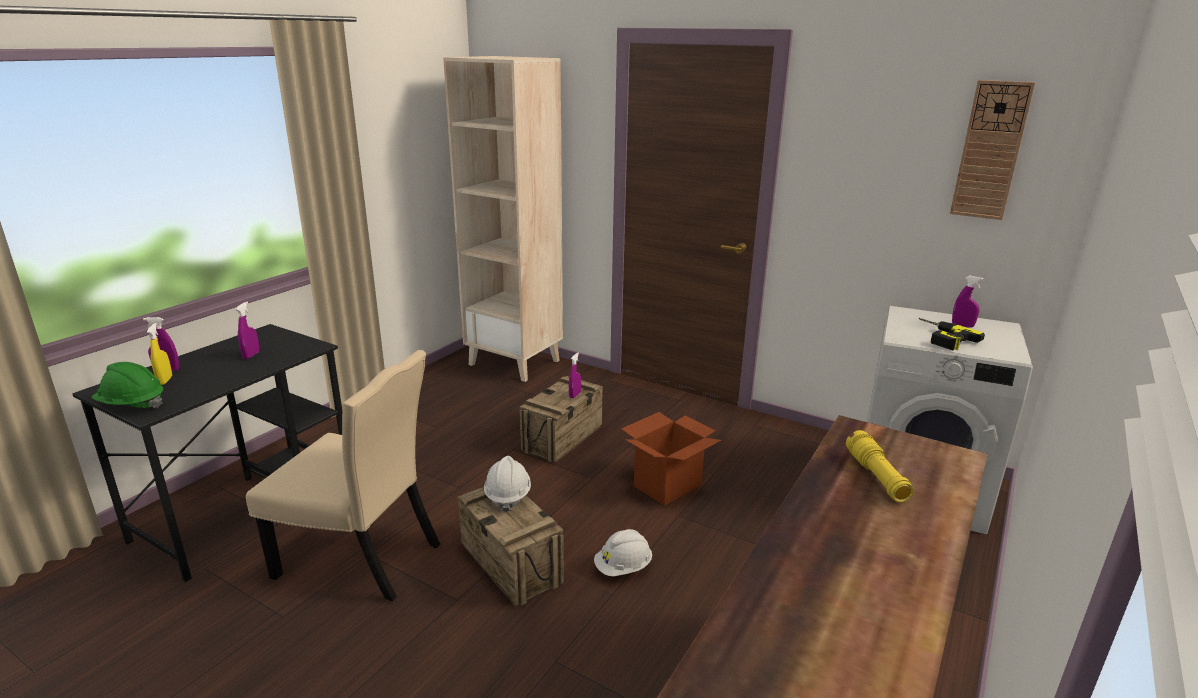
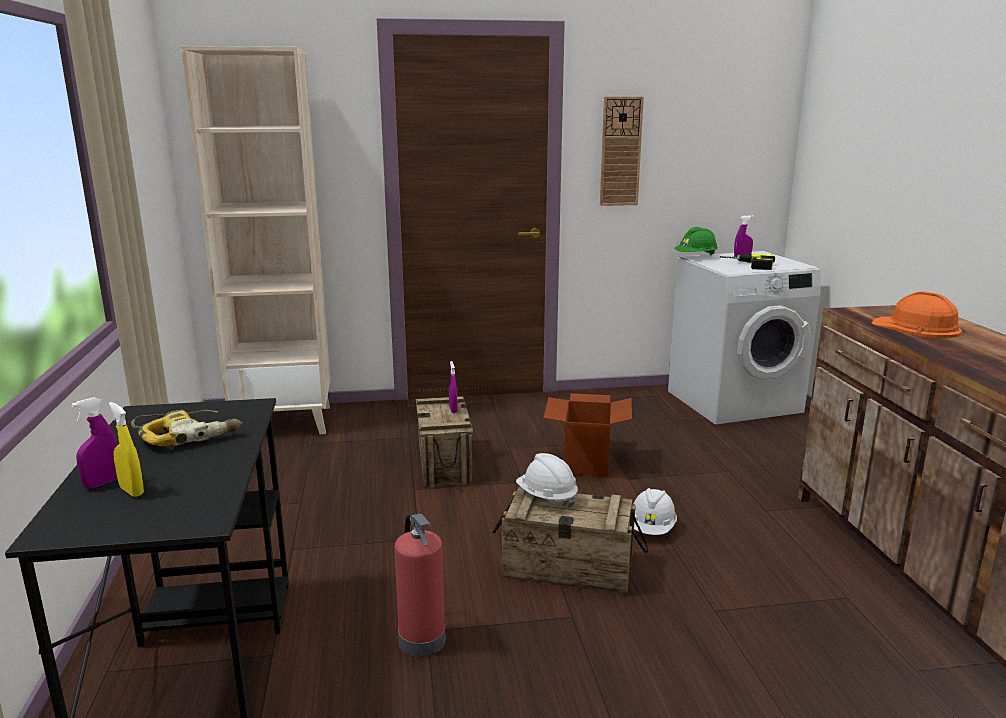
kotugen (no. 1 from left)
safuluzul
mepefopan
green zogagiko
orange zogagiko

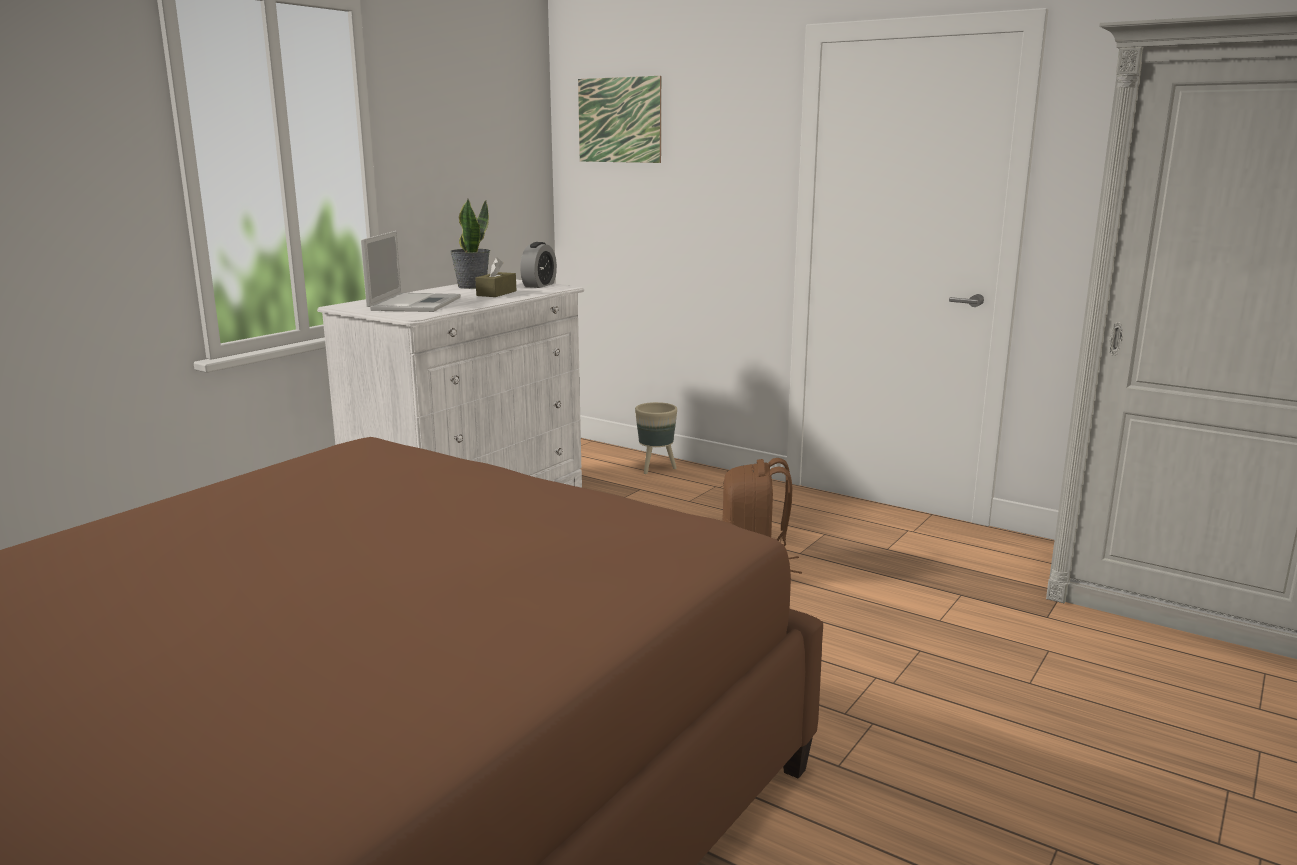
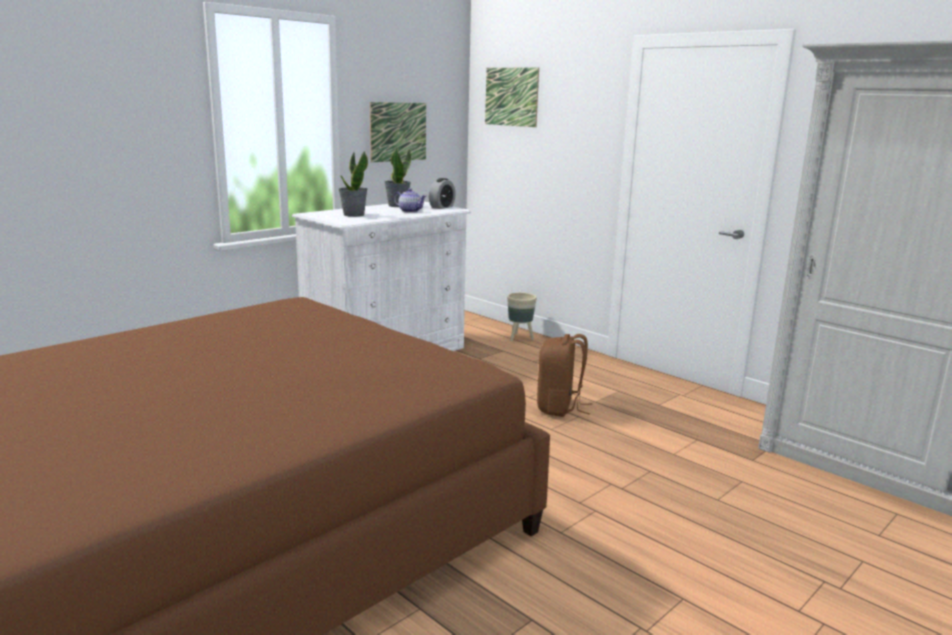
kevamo (no. 1 from left)
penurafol (no. 1 from left)
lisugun

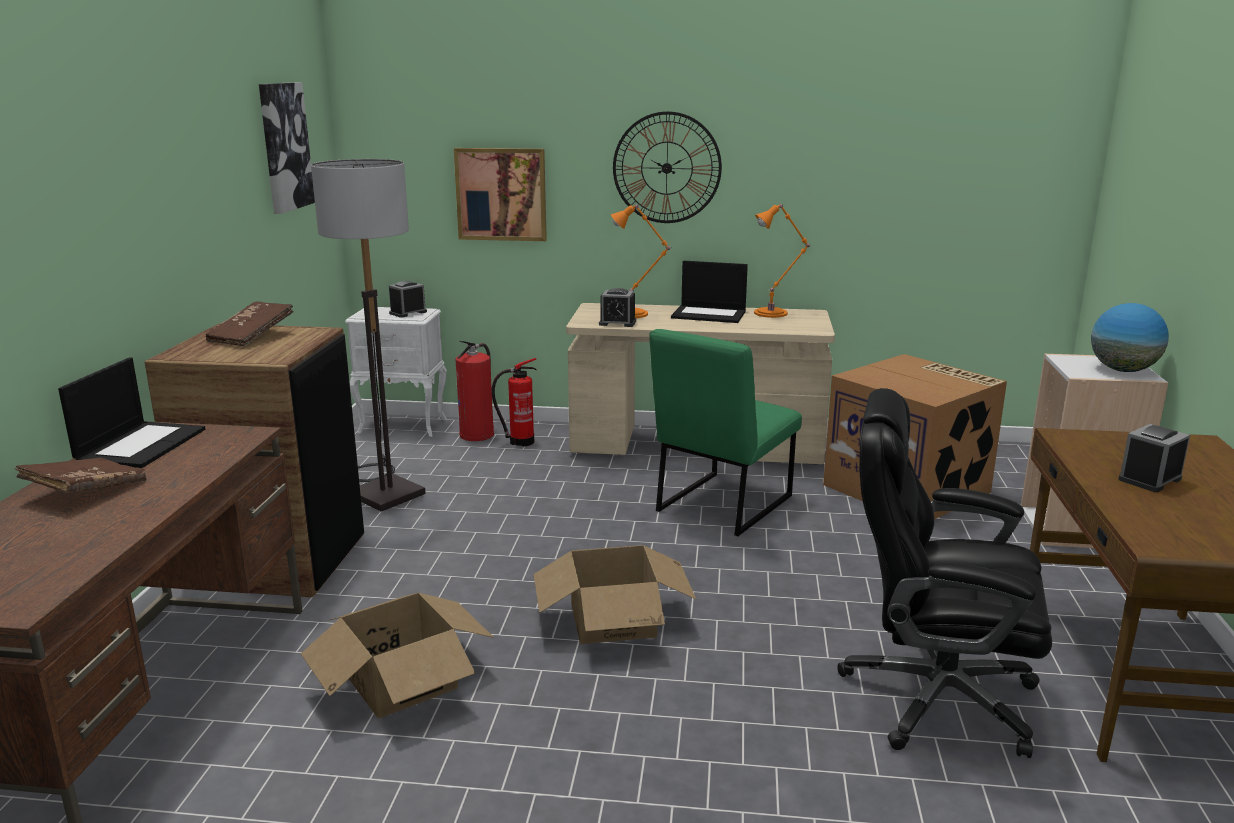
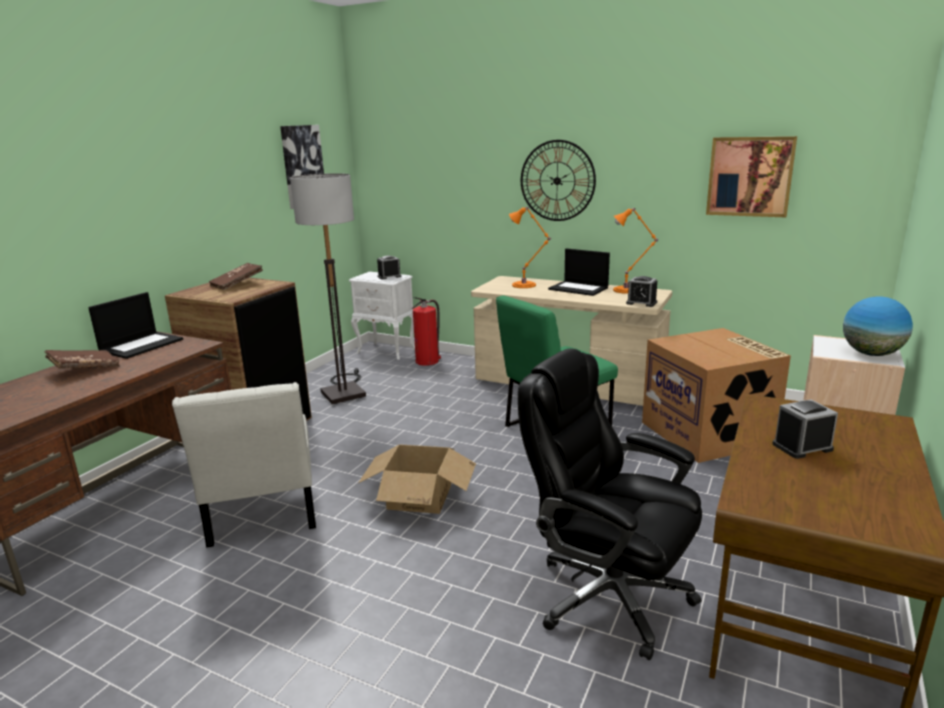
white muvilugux
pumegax (no. 2 from left)
penurafol (no. 2 from left)
safuluzul (no. 2 from left in the first image)

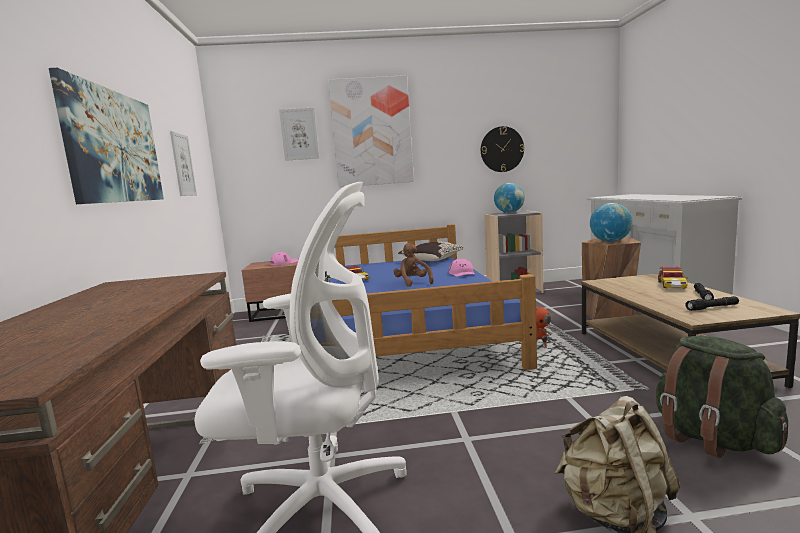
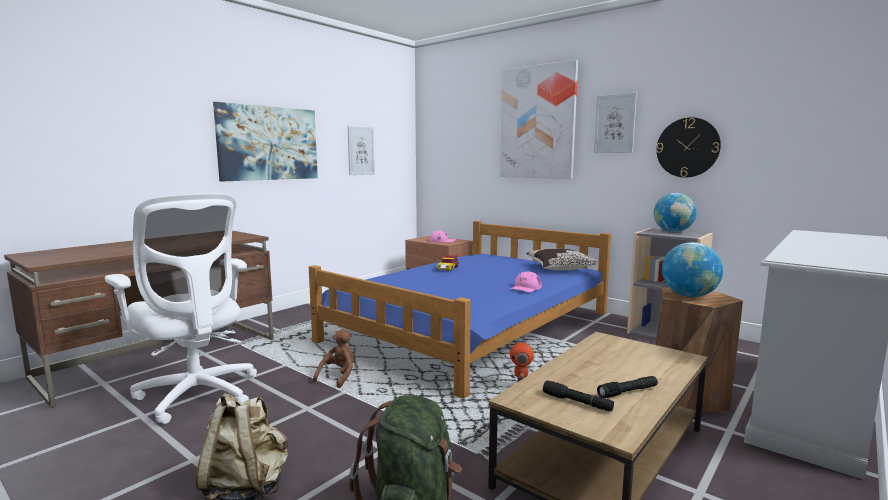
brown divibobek
penurafol (no. 4 from left)
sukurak (no. 2 from left in the first image)

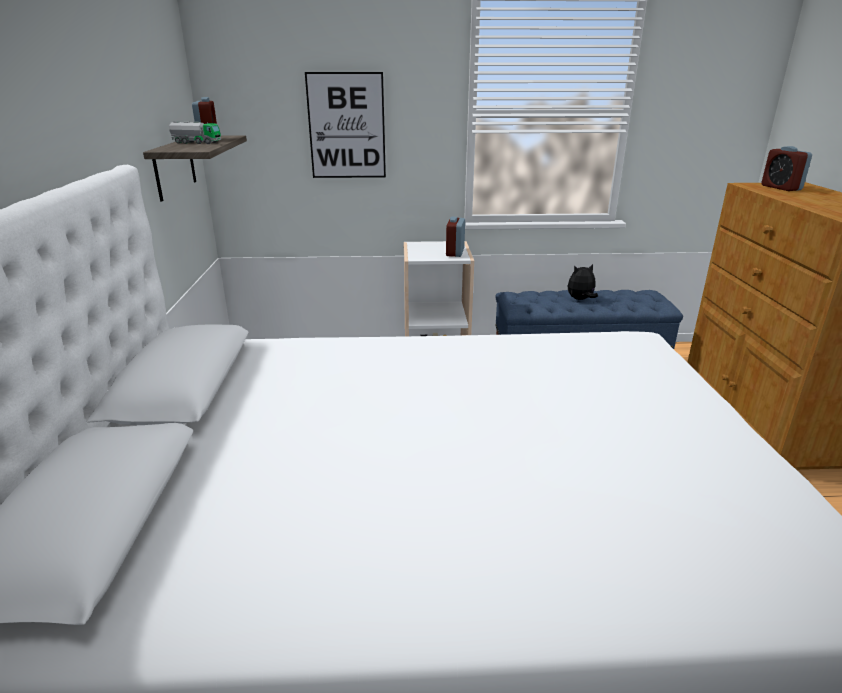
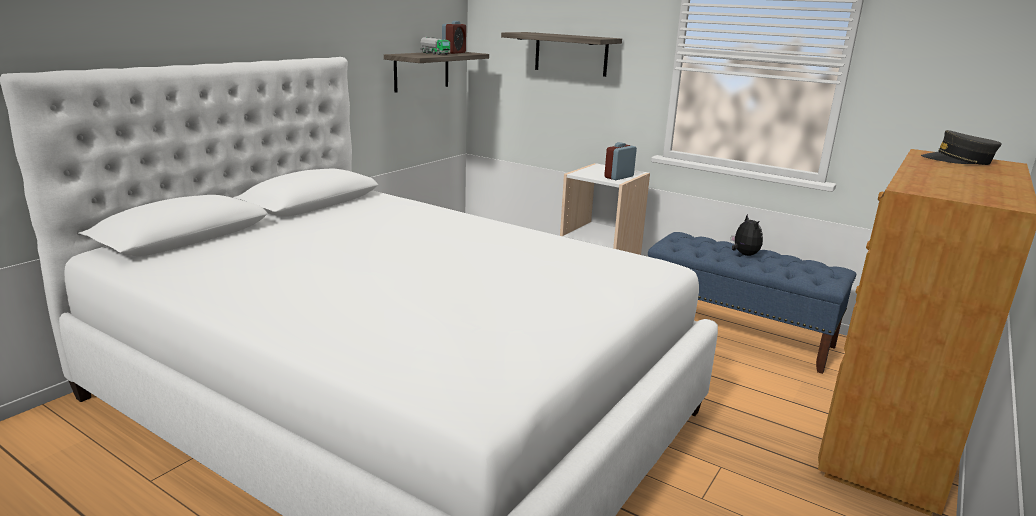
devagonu (no. 2 from left)
divibobek
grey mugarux

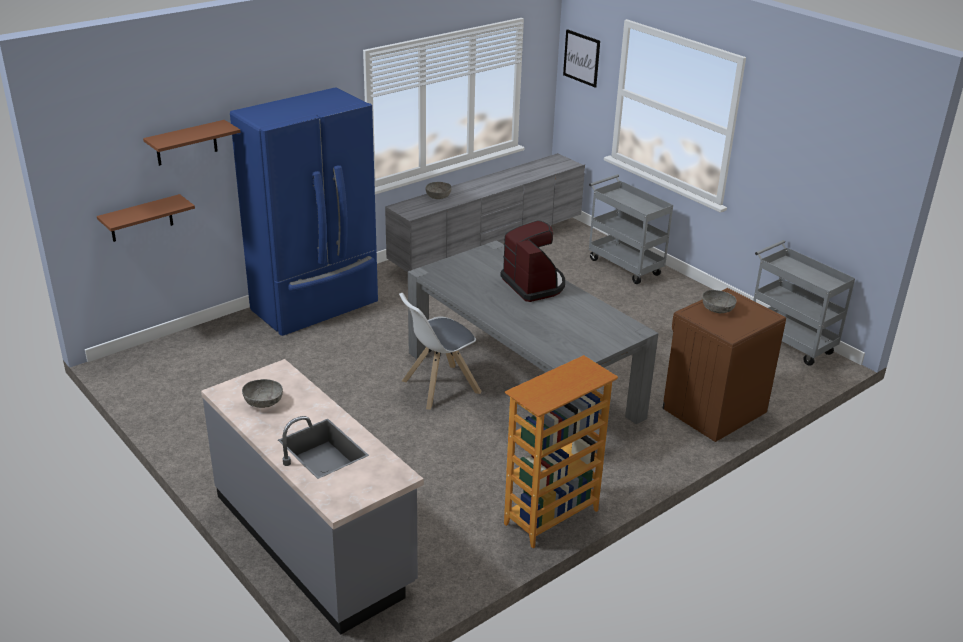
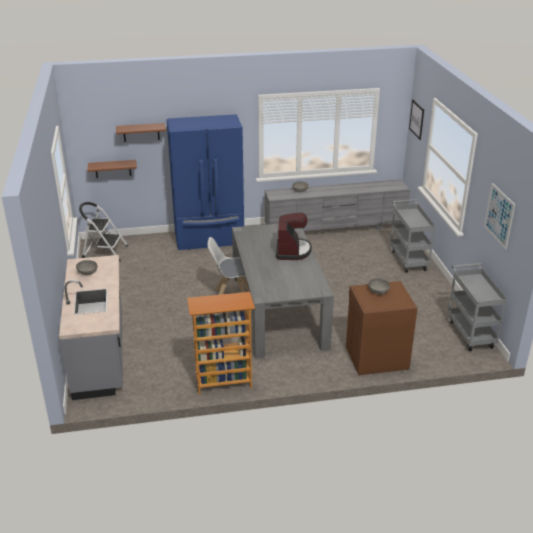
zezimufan
penurafol (no. 2 from left)

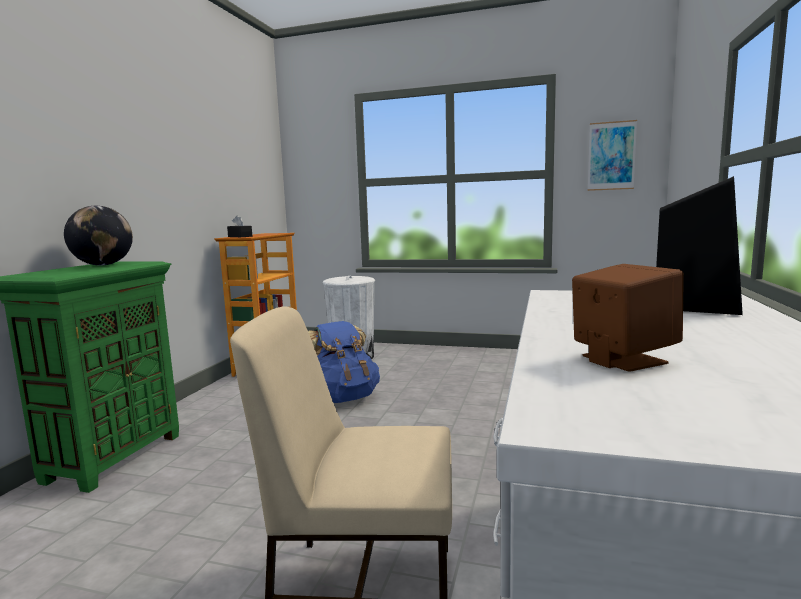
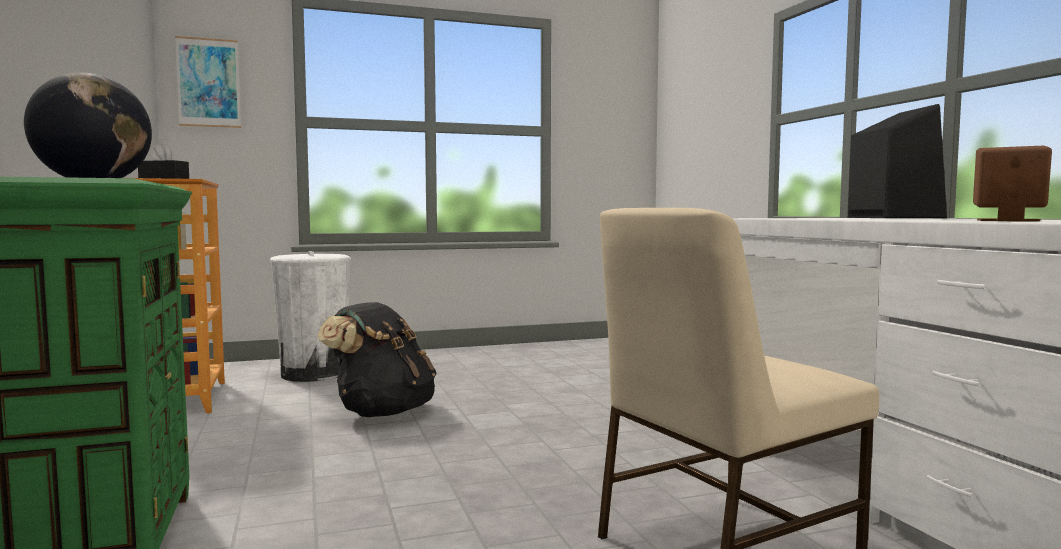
penurafol
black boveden

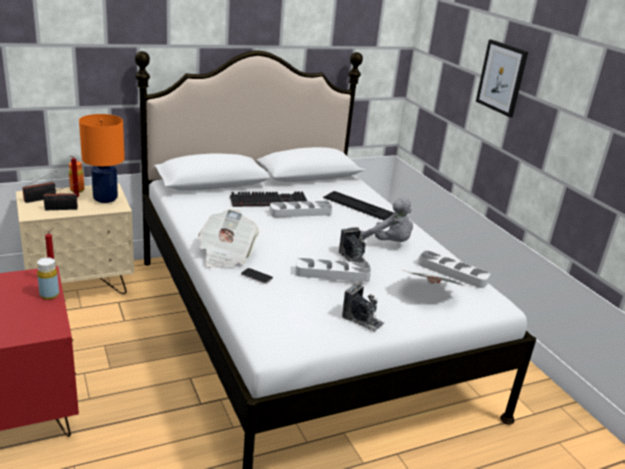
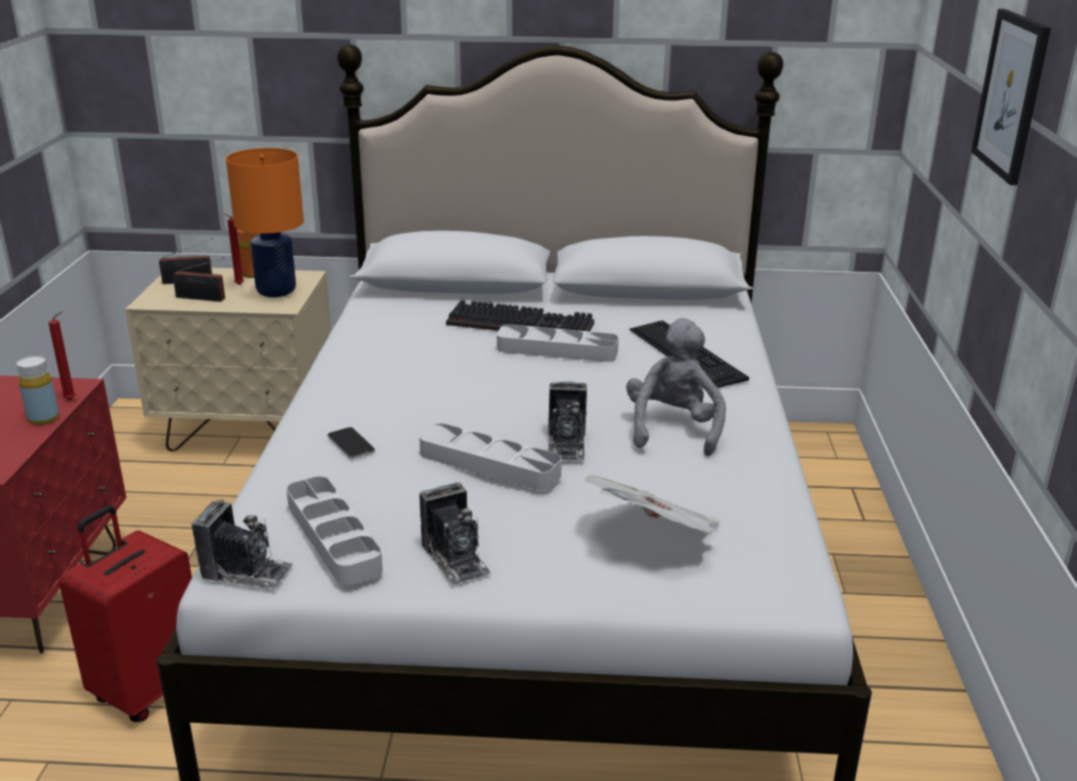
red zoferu
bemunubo (no. 1 from left)
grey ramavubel (no. 1 from left)
grey divibobek
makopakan (no. 1 from left in the first image)

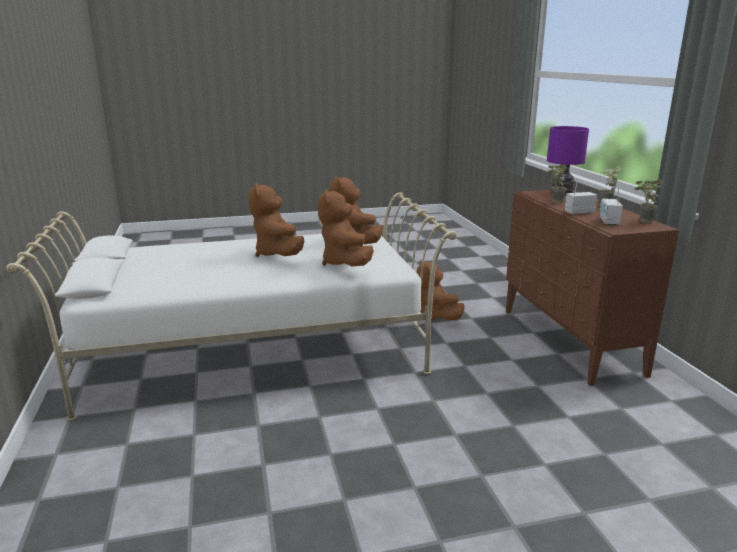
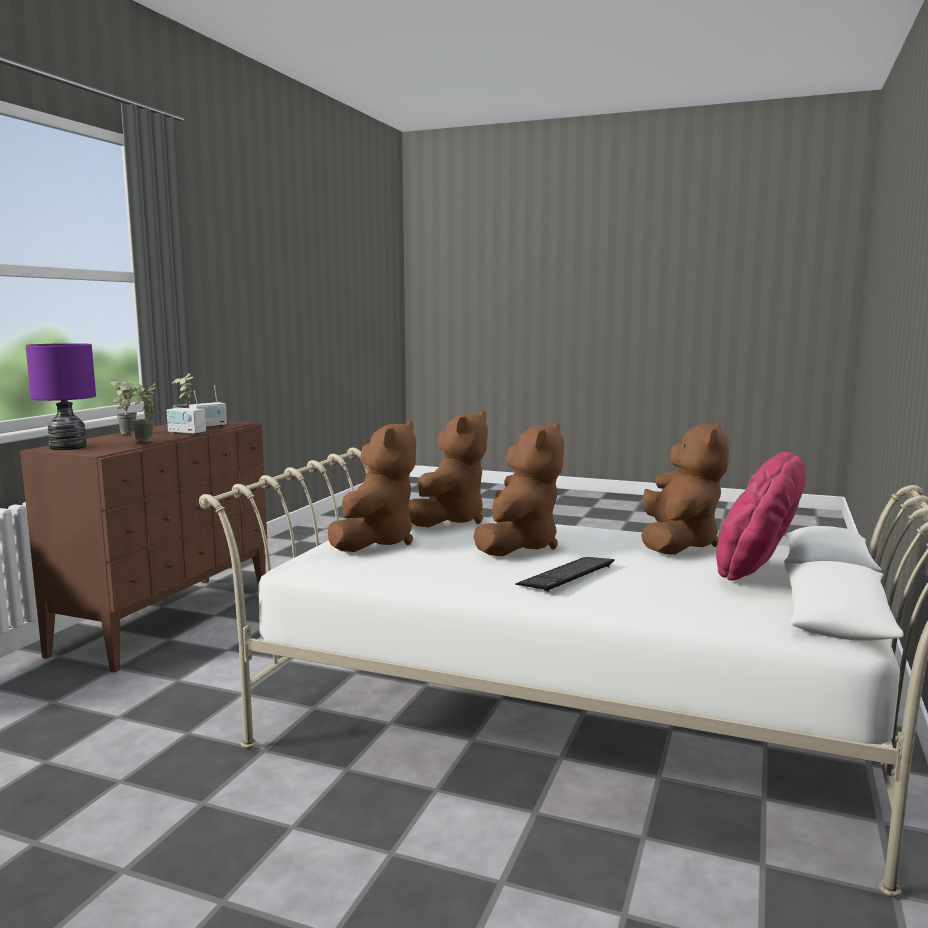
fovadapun
brown divibobek (no. 4 from left)
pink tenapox

